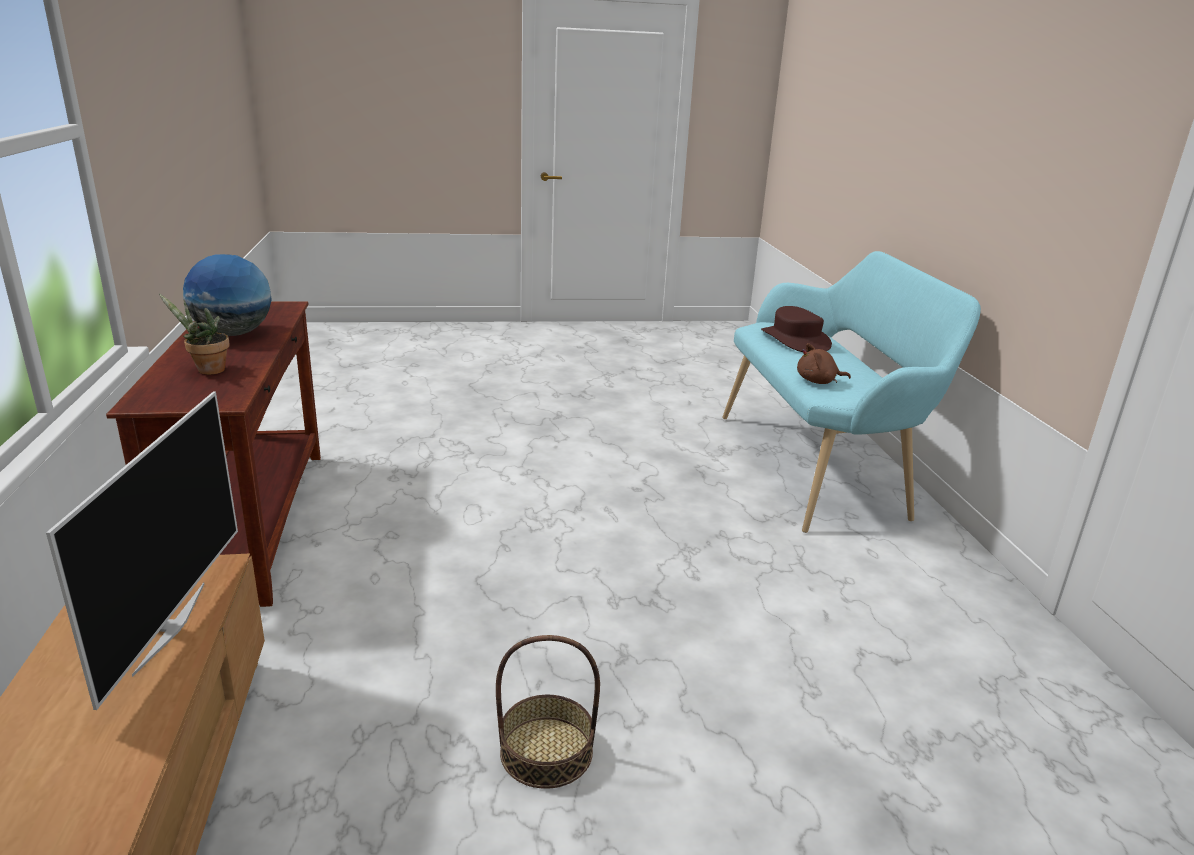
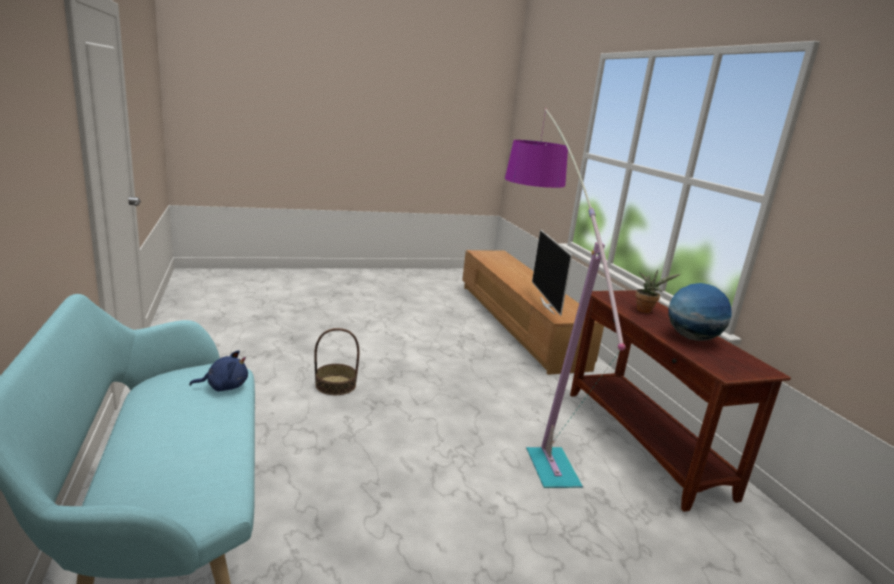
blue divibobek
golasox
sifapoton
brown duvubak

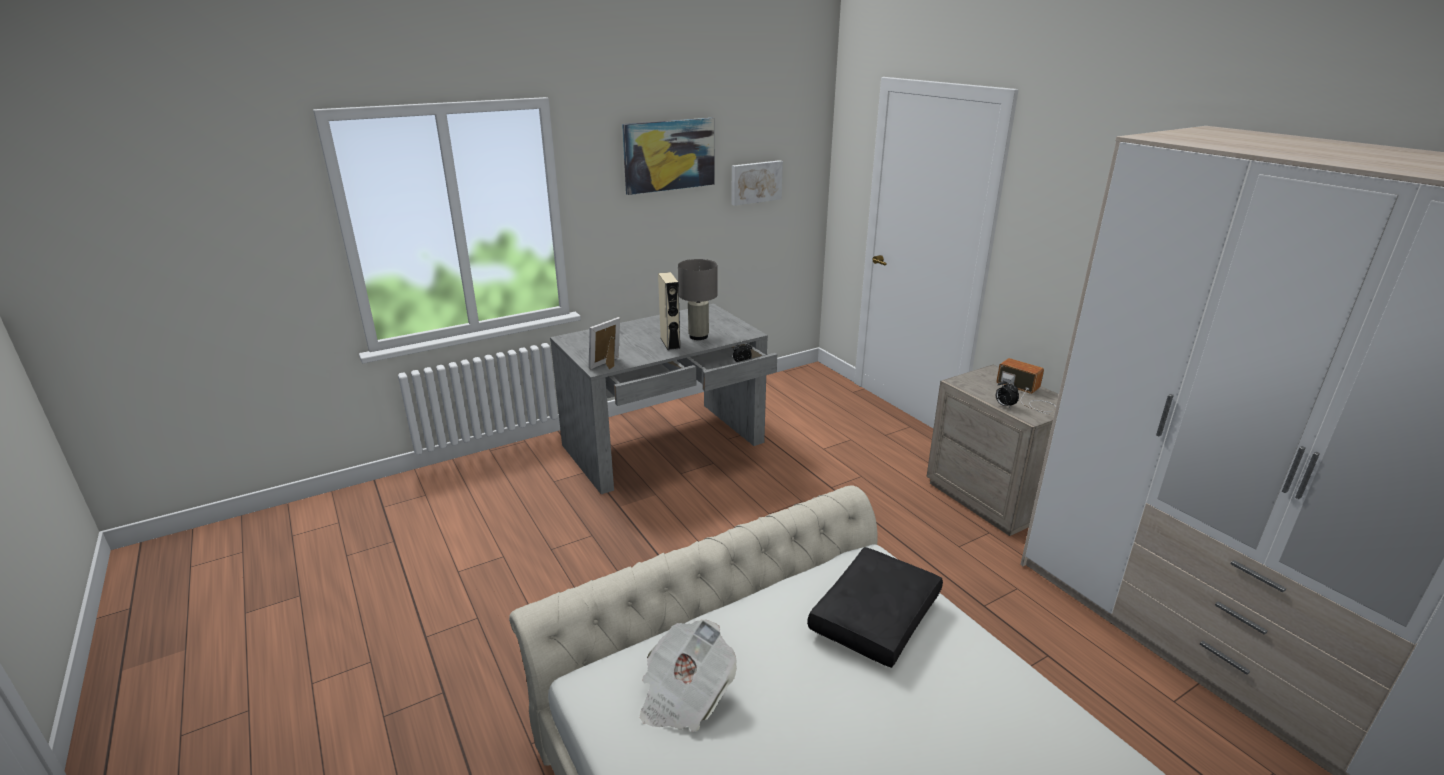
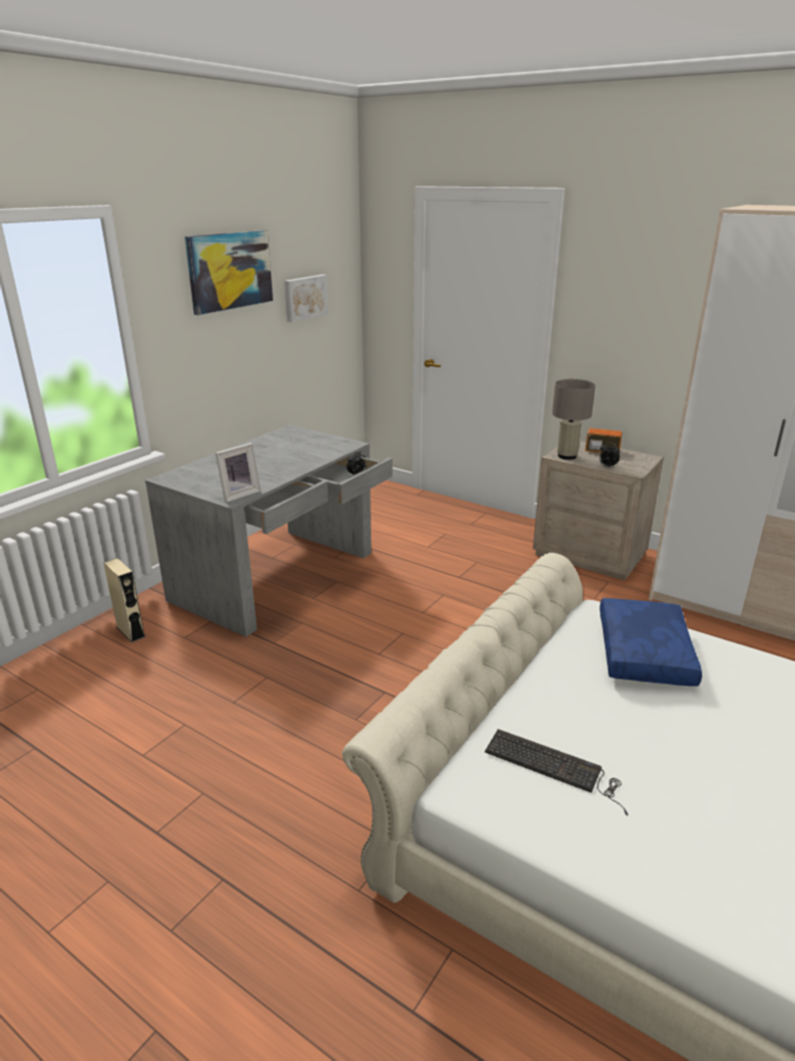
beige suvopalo
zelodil
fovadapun
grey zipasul
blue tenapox

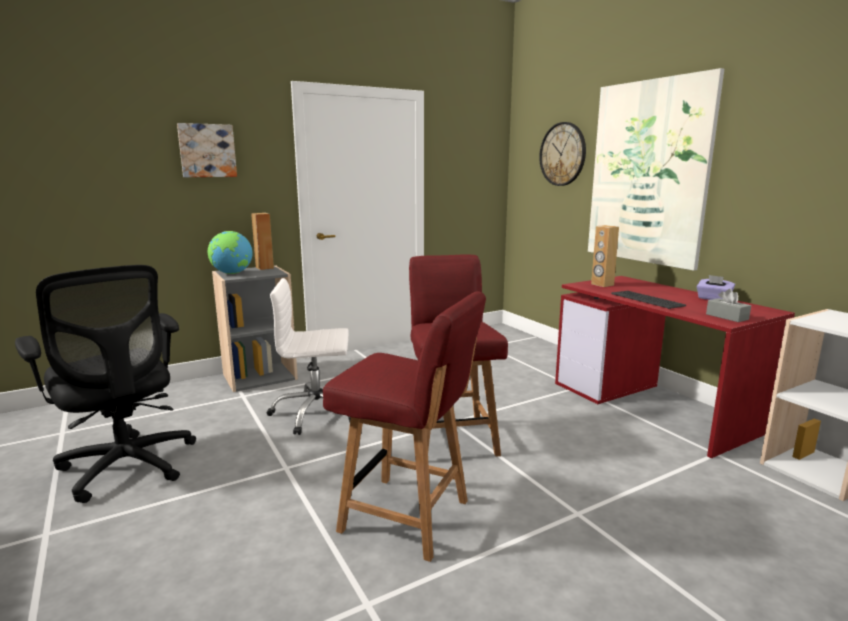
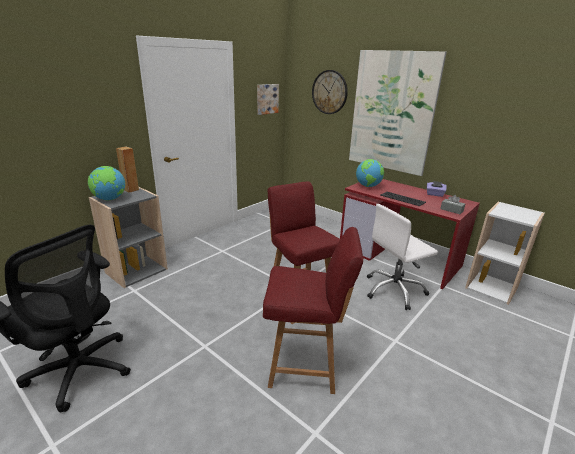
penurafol (no. 1 from left)
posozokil (no. 2 from left)
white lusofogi

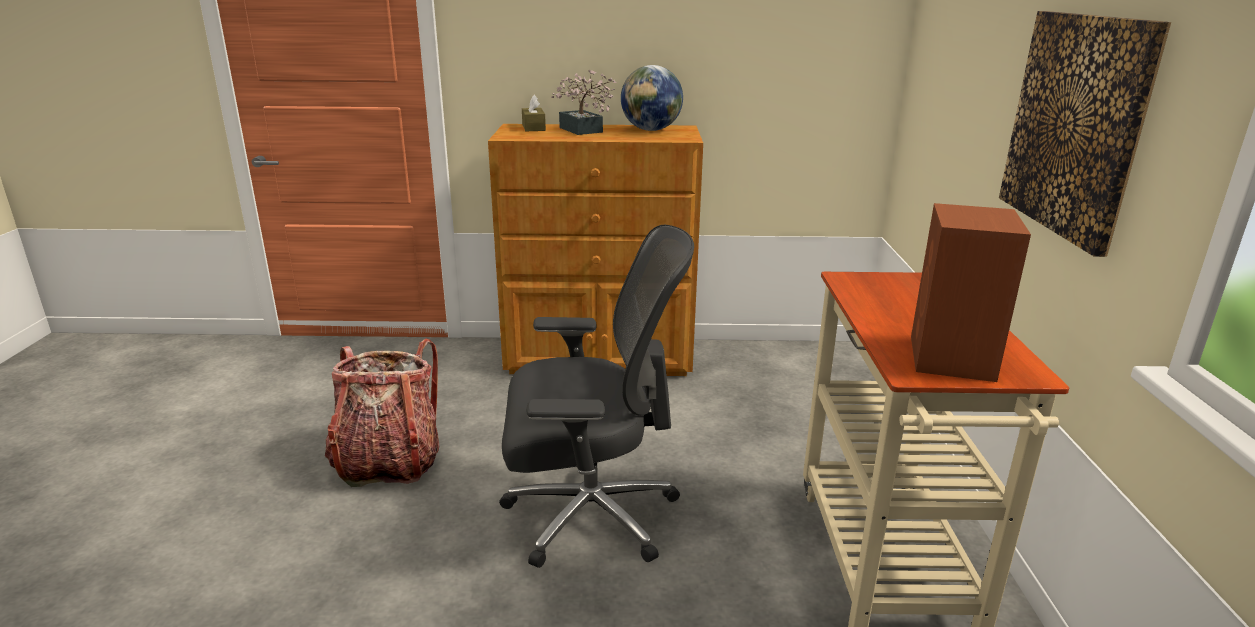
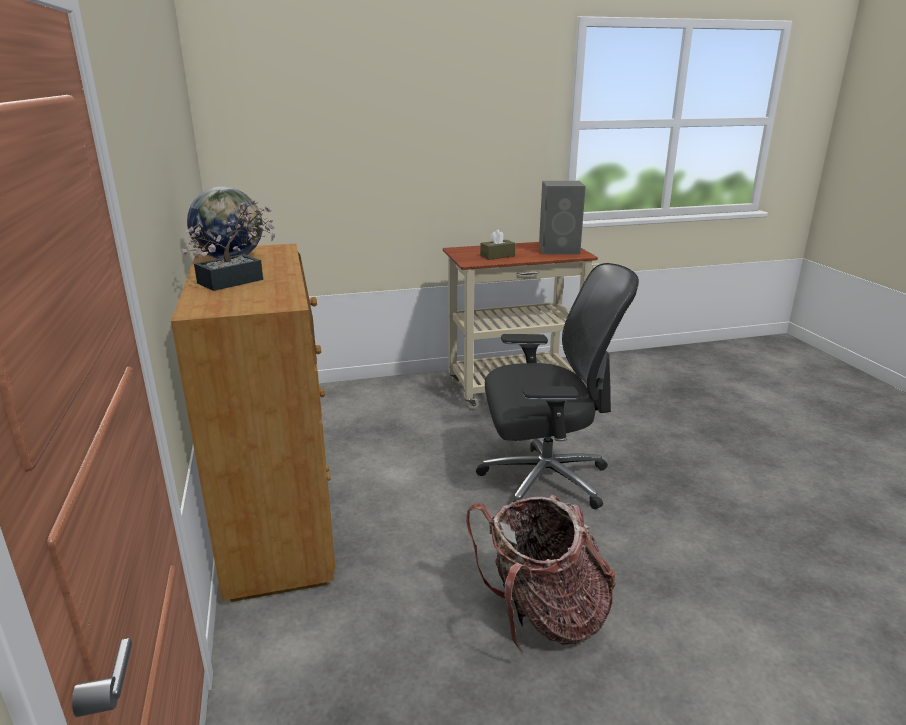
lusofogi
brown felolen
grey suvopalo
penurafol

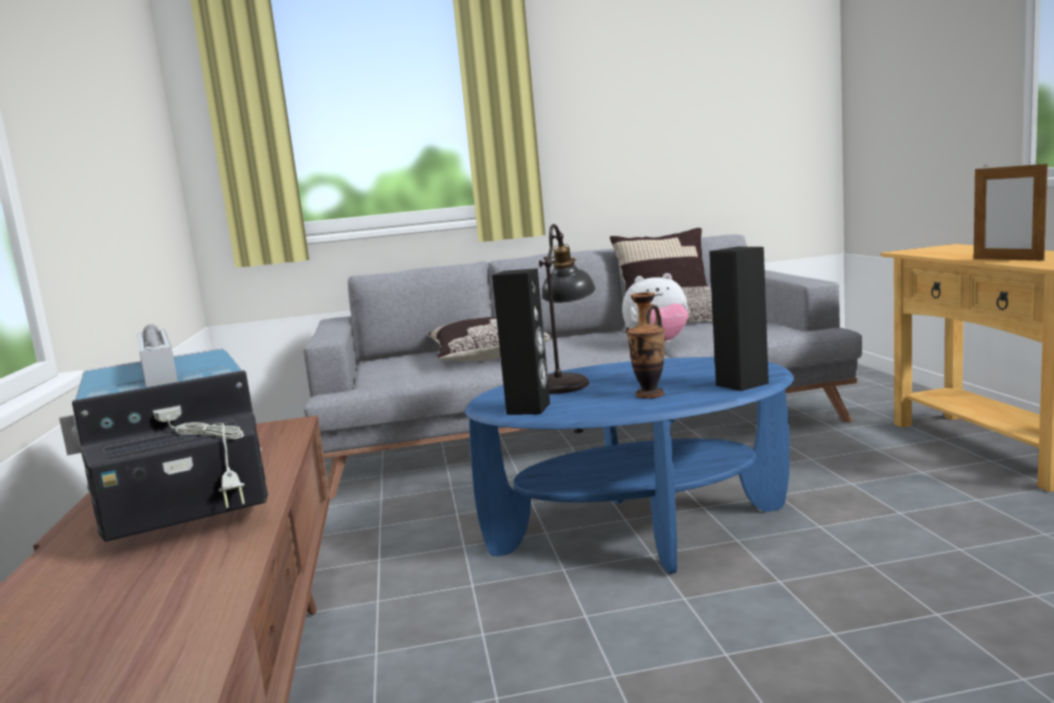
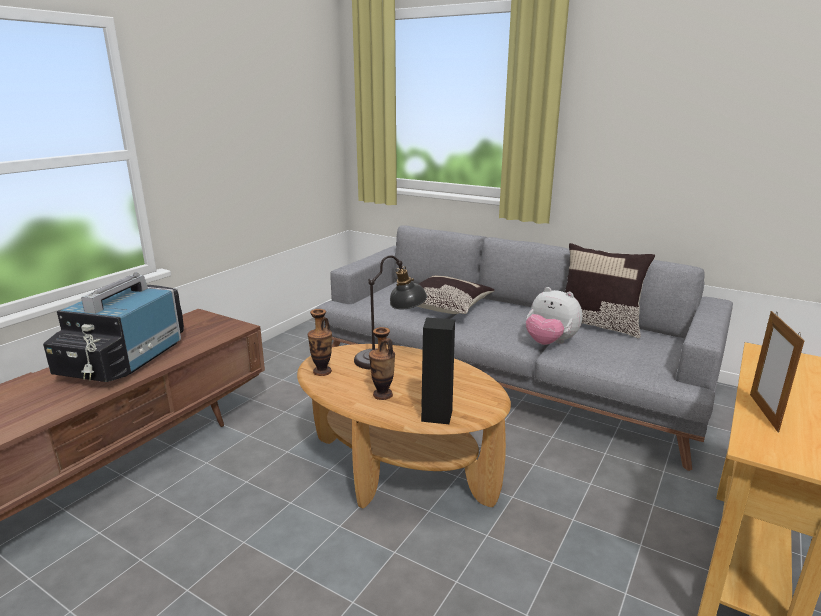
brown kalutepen
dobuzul (no. 1 from left)

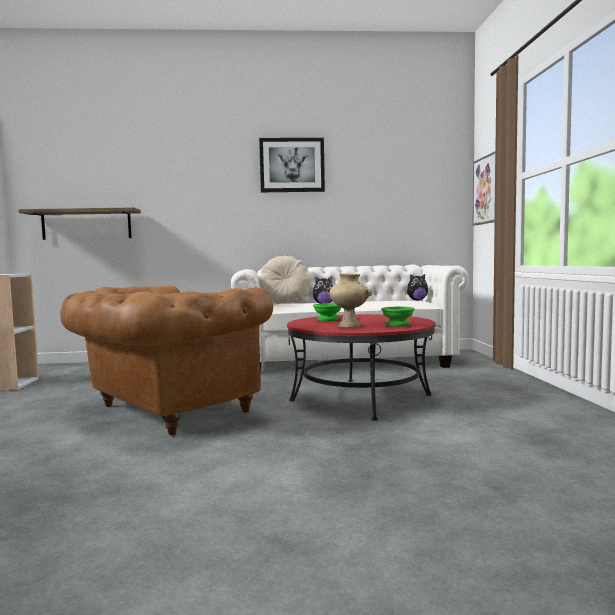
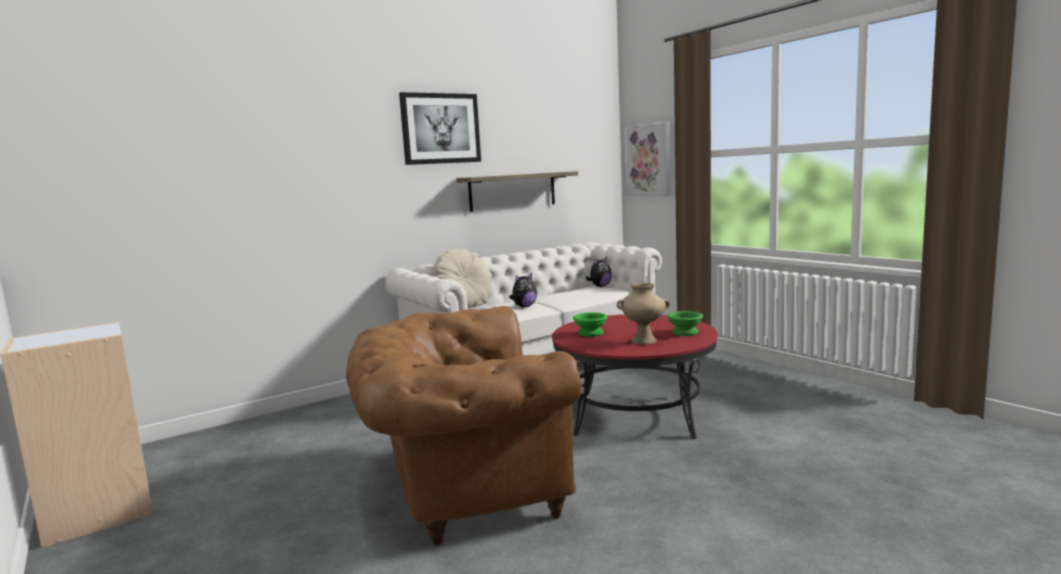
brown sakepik
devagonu

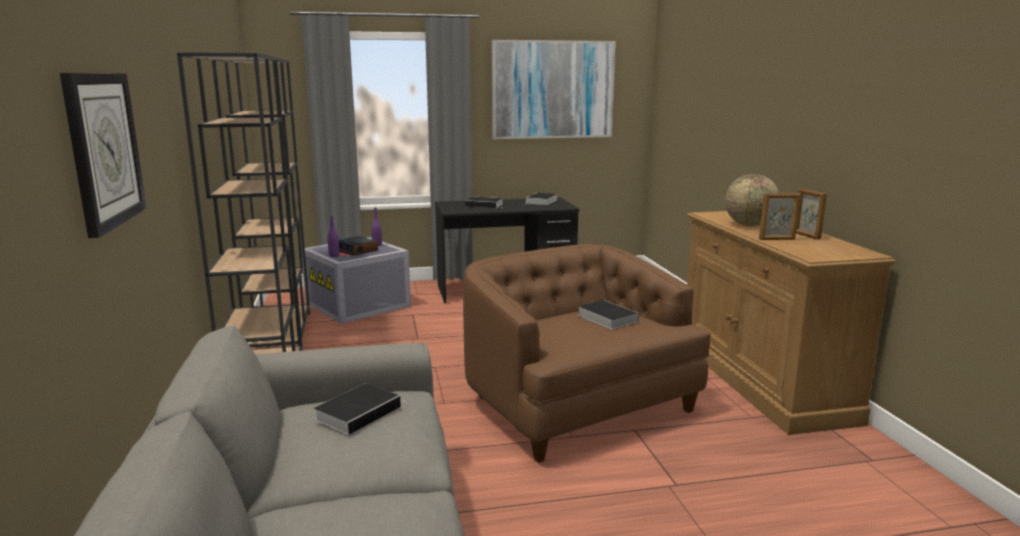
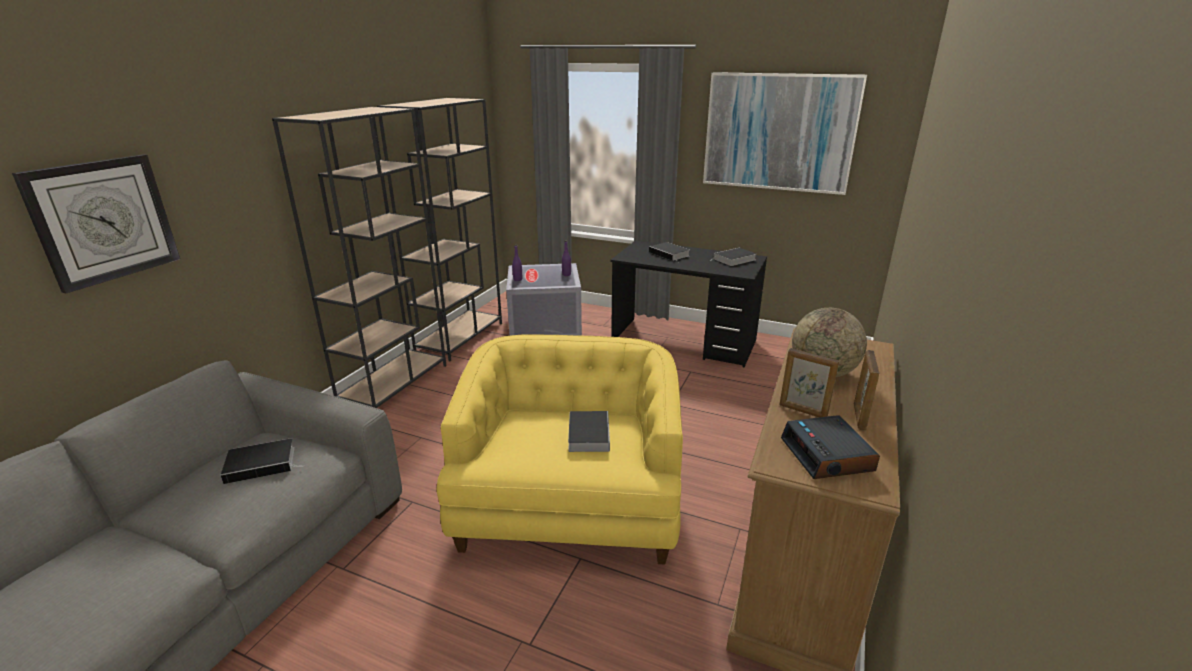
yellow sakepik
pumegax

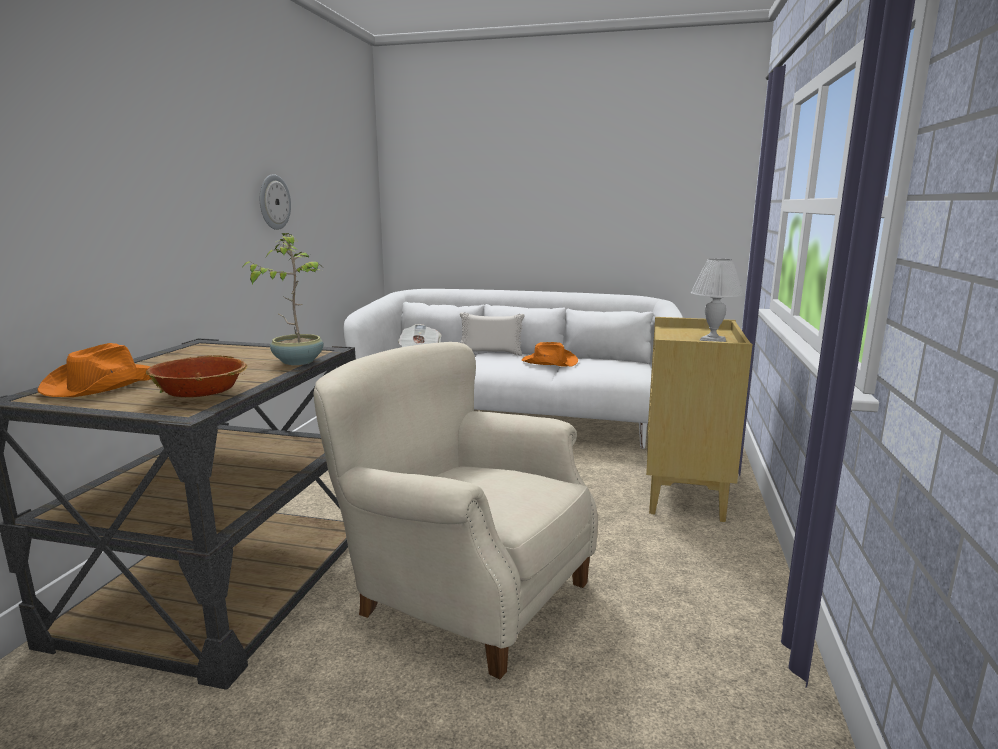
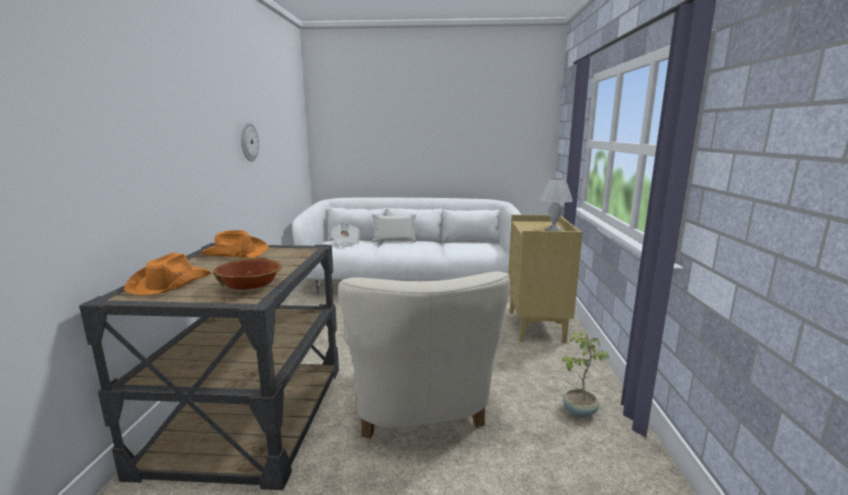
orange duvubak (no. 2 from left)
beige sakepik
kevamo

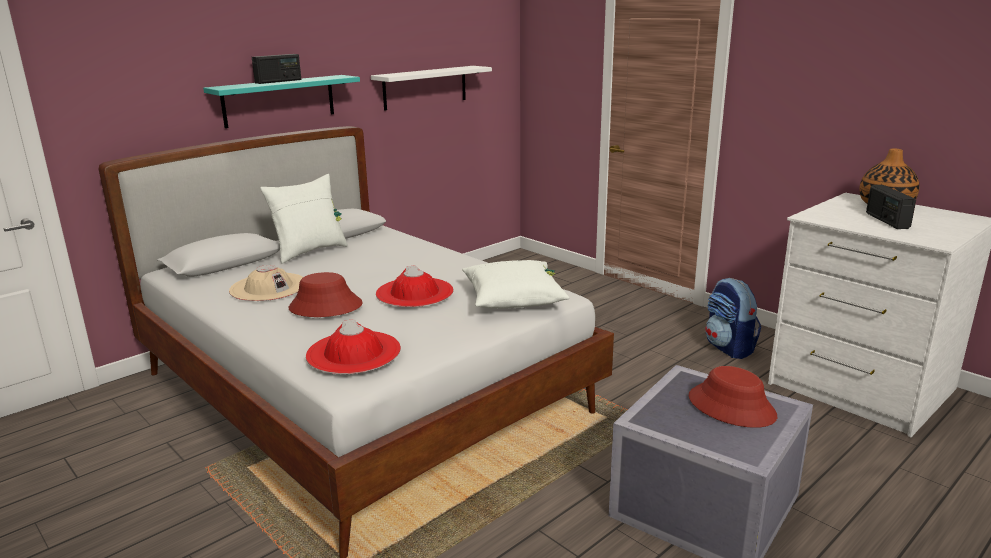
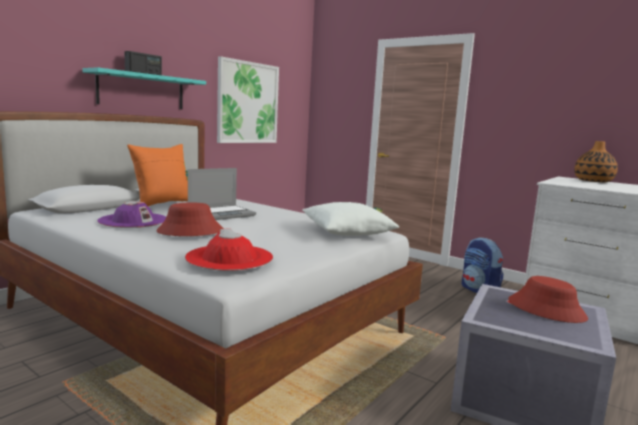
purple duvubak
orange tenapox
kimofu
penurafol
red duvubak (no. 3 from left in the first image)
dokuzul (no. 2 from left in the first image)

